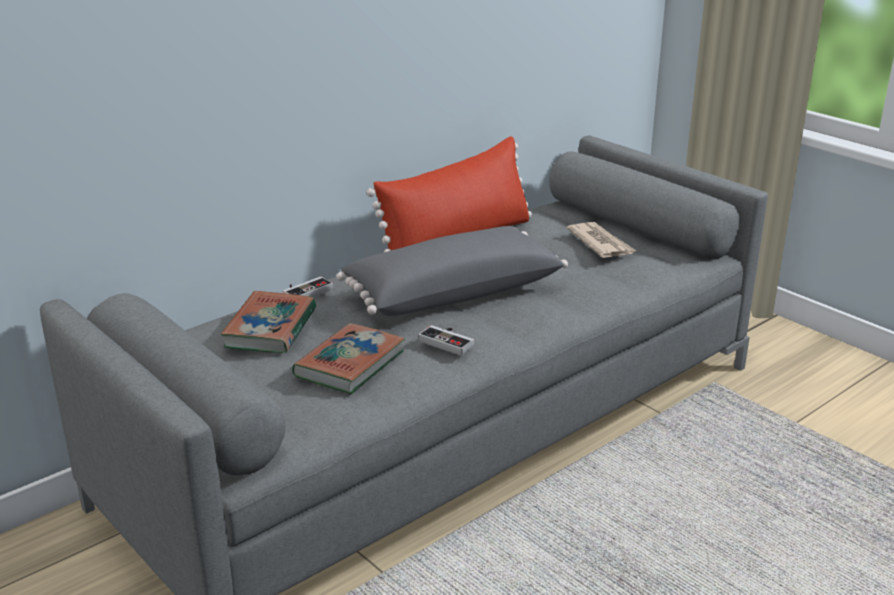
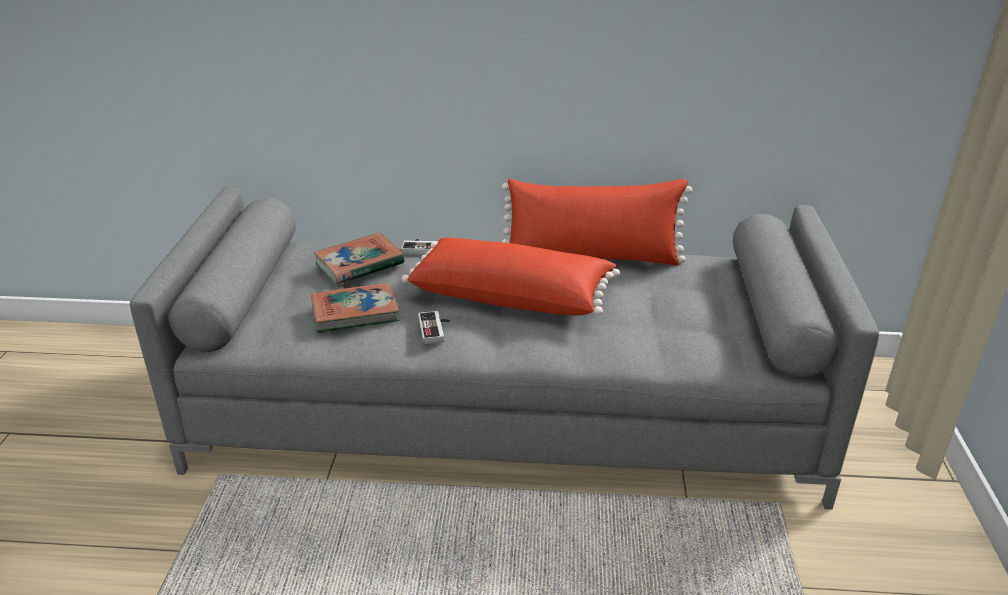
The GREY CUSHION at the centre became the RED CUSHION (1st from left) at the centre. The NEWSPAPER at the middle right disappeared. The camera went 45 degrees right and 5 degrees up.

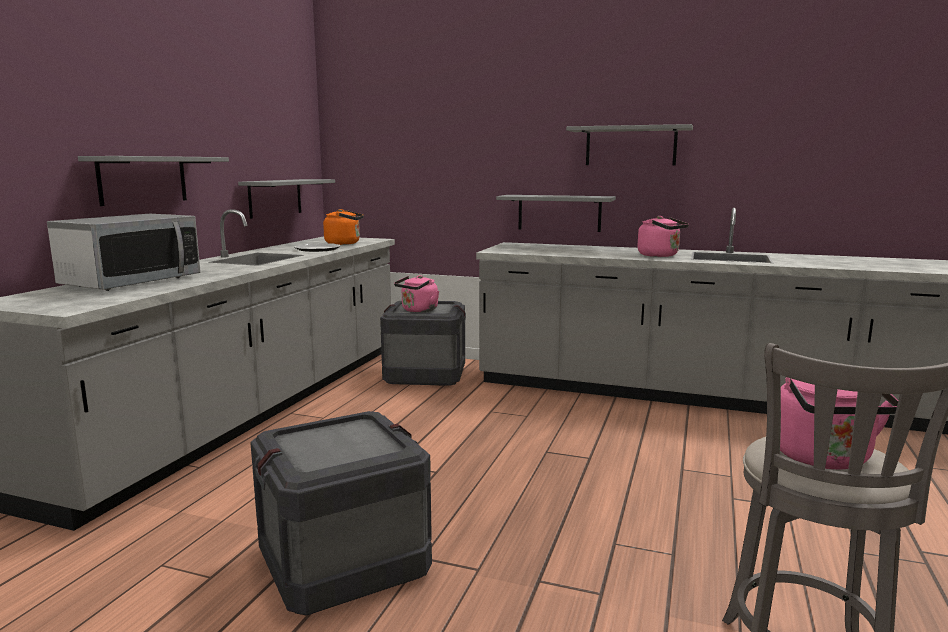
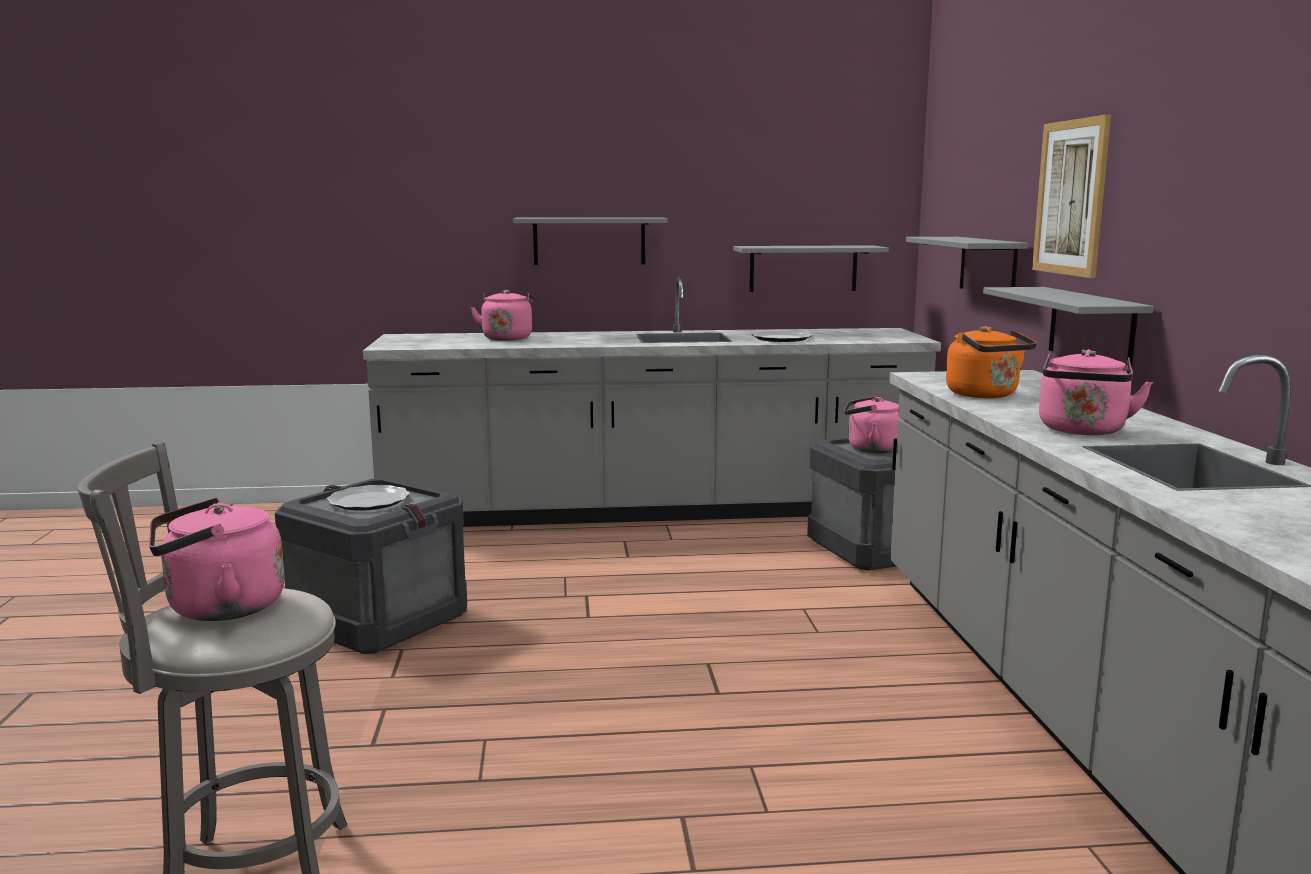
The PLATE (1st from left) at the middle left appeared. The KITCHEN MICROWAVE at the middle left was replaced by the PINKISH WATER KETTLE (2nd from left) at the centre. The GREY SHELF (4th from left in the first image) moved from the top centre to the top right. The ORANGEY WATER KETTLE moved from the centre to the middle right. The WALL ART at the top right appeared. The camera went 65 degrees right and 0 degrees up.

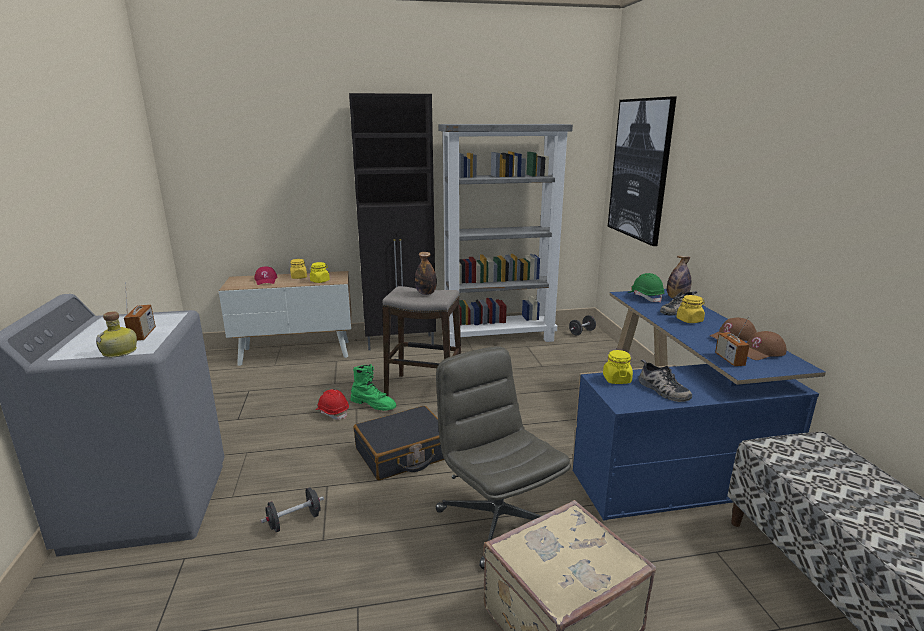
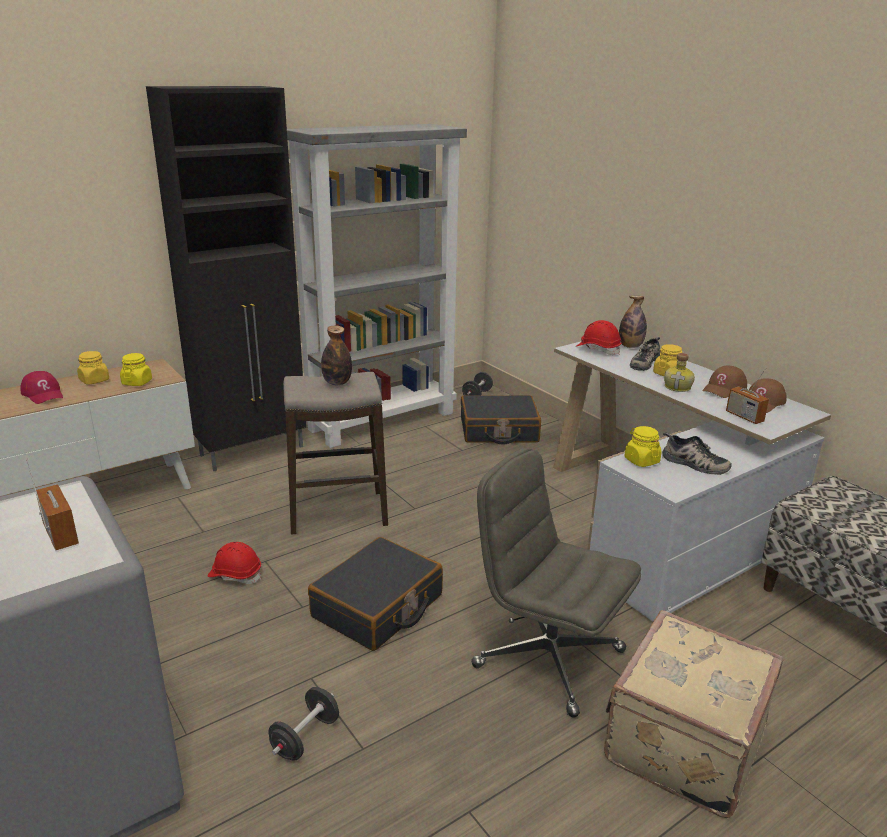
The BLACK-COLOURED TRAVEL CASE (2nd from left) at the centre appeared. The BLUE DESK TABLE at the middle right became the WHITE DESK TABLE at the middle right. The GREENISH HARD HAT at the middle right became the RED HARD HAT (2nd from left) at the middle right. The BOTTLE (1st from left in the first image) moved from the middle left to the middle right. The GREENISH BOOT at the centre disappeared. The WALL ART at the top right disappeared. The camera went 25 degrees left and 5 degrees up.

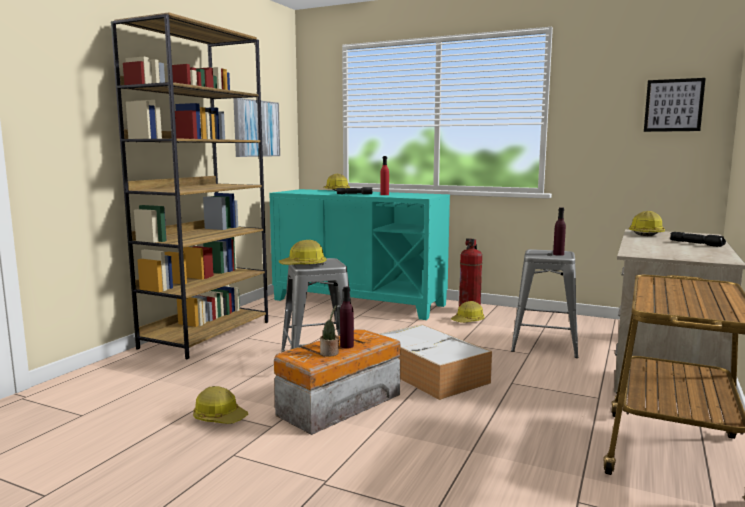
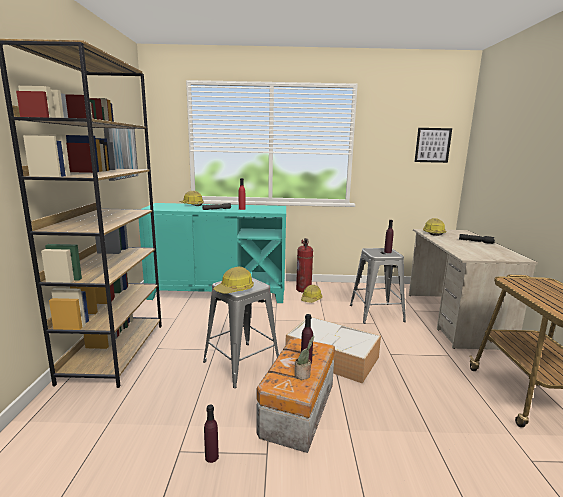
The HARD HAT (1st from left) at the bottom left was replaced by the PURPLE BOTTLE (1st from left) at the bottom centre. The camera went 25 degrees left and 5 degrees up.

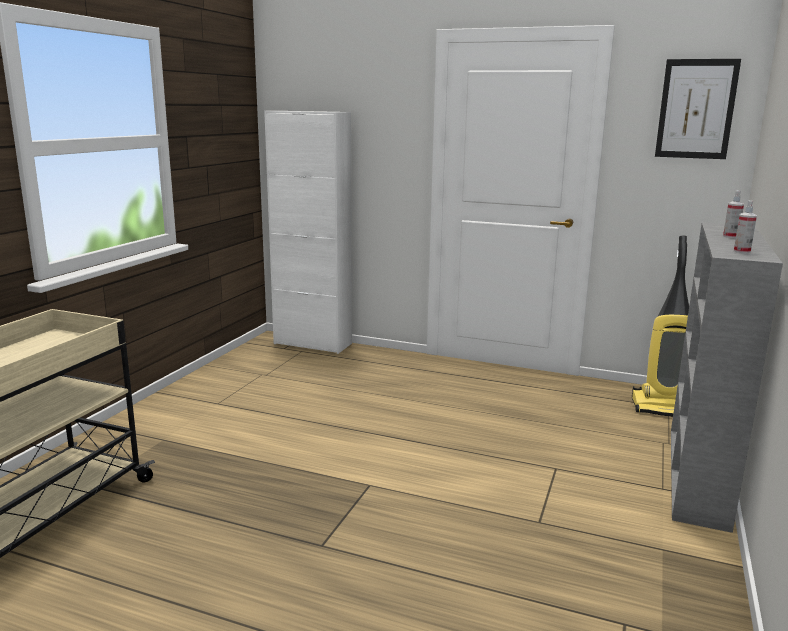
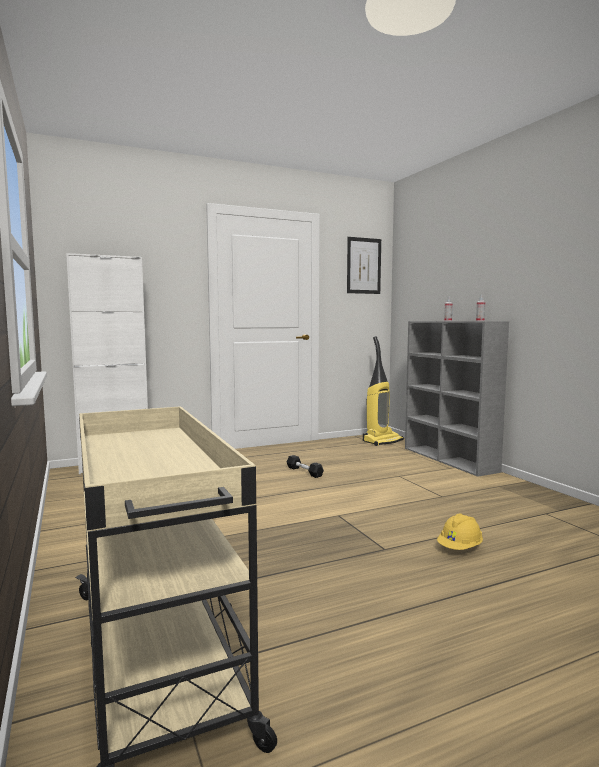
The BLACK-COLOURED DUMBBELL at the centre appeared. The YELLOW-COLOURED HARD HAT at the bottom right appeared. The camera went 45 degrees left and 10 degrees down.

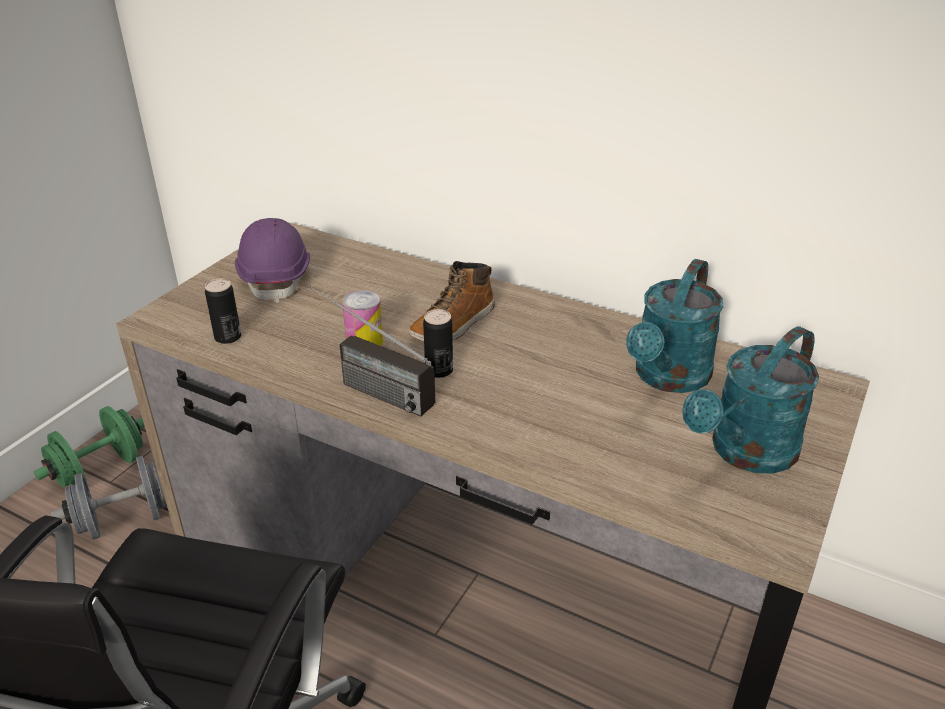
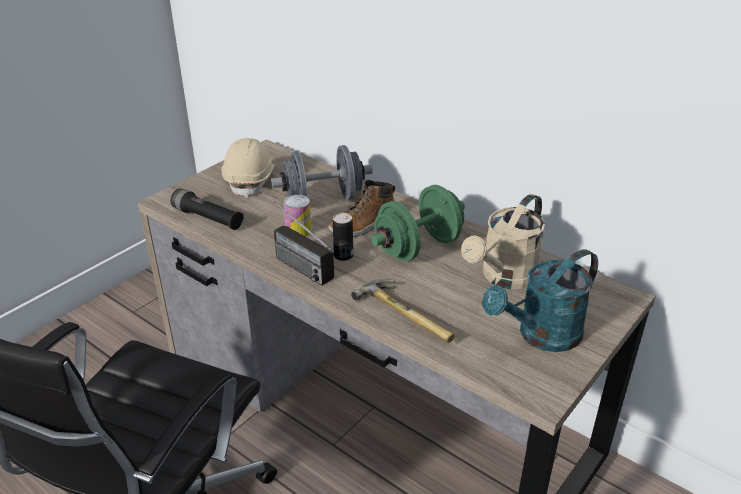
The SEALED CAN (1st from left) at the middle left was replaced by the BLACK-COLOURED HAND TORCH at the middle left. The PURPLE HARD HAT at the middle left became the SAND-COLOURED HARD HAT at the centre. The GREY DUMBBELL moved from the bottom left to the centre. The TOOL HAMMER at the centre appeared. The GREENISH DUMBBELL moved from the middle left to the centre. The TURQUOISE WATERING POT (1st from left) at the middle right became the SAND-COLOURED WATERING POT at the middle right. The camera went 10 degrees right and 0 degrees up.

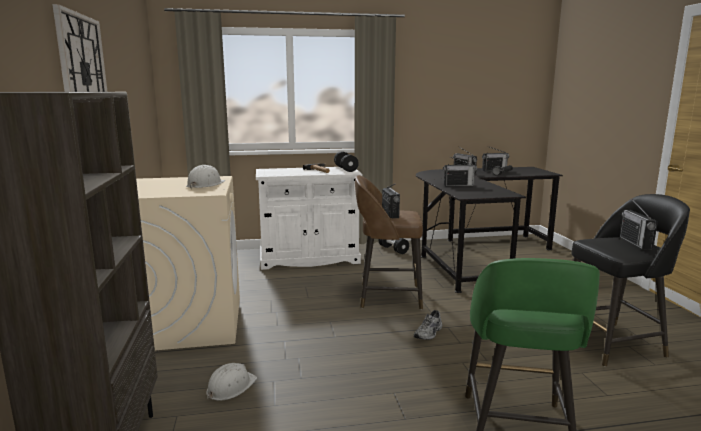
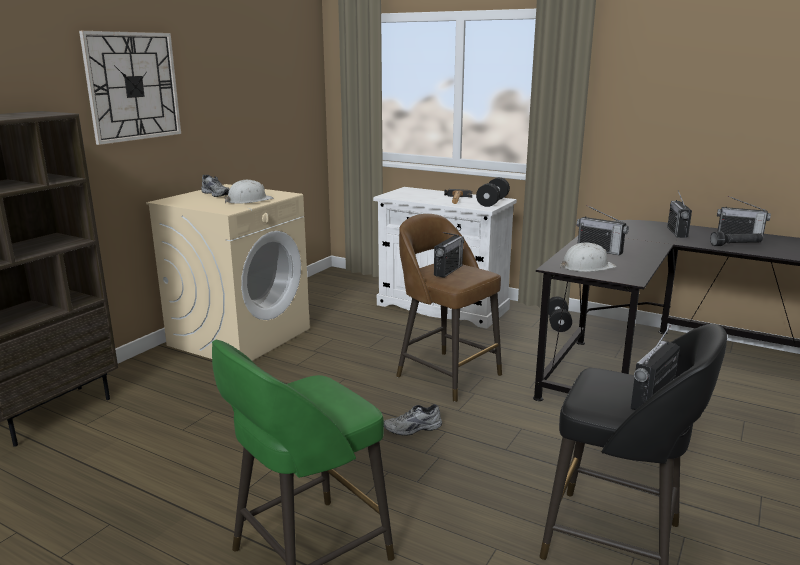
The GREY ITEM OF FOOTWEAR (1st from left) at the top left appeared. The WHITE HARD HAT (2nd from left) moved from the bottom left to the middle right. The camera went 40 degrees right and 5 degrees up.

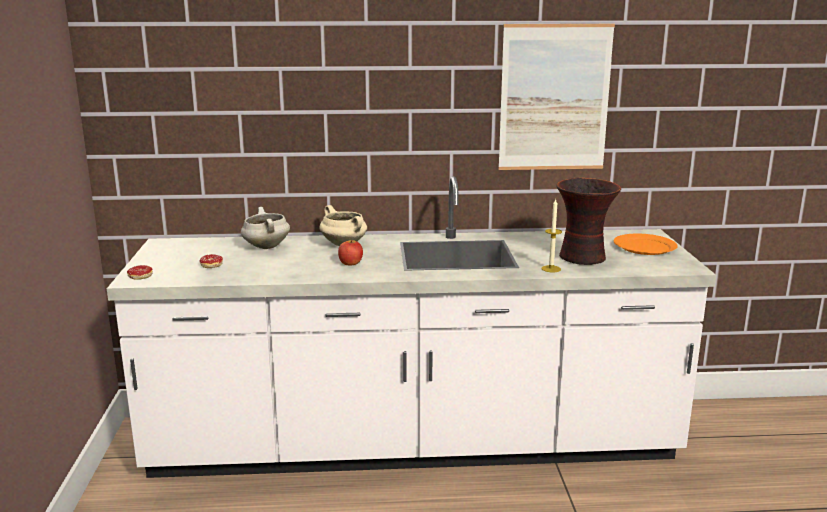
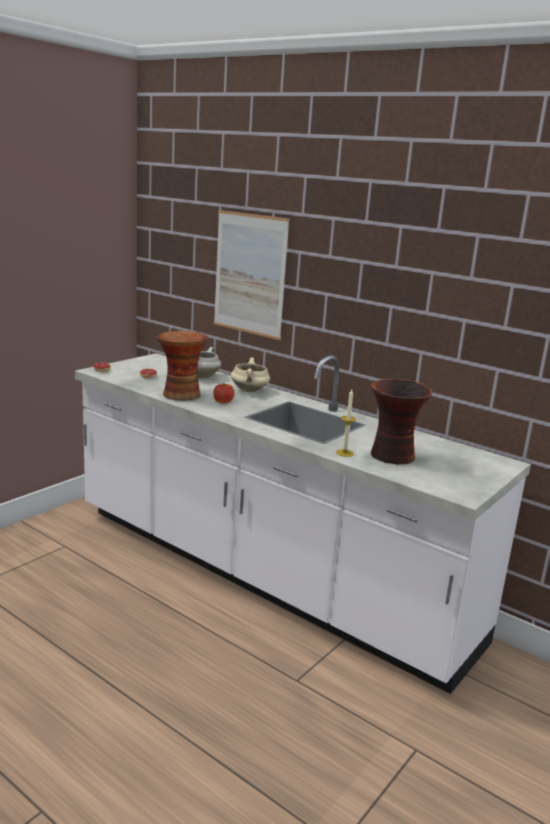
The VASE (1st from left) at the middle left appeared. The WALL ART moved from the top right to the centre. The ORANGEY PLATE at the middle right disappeared. The camera went 40 degrees right and 0 degrees up.

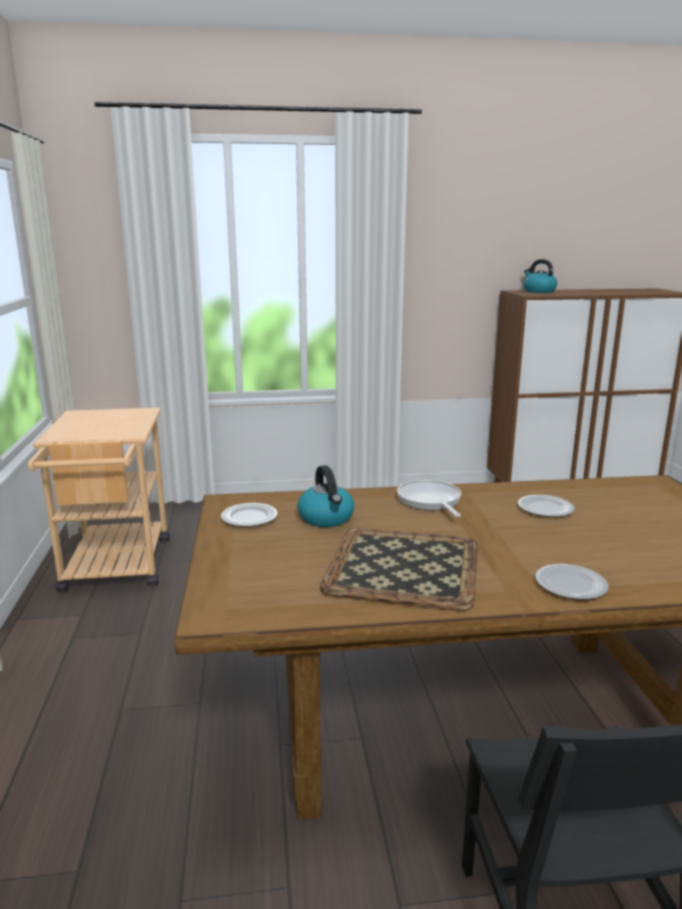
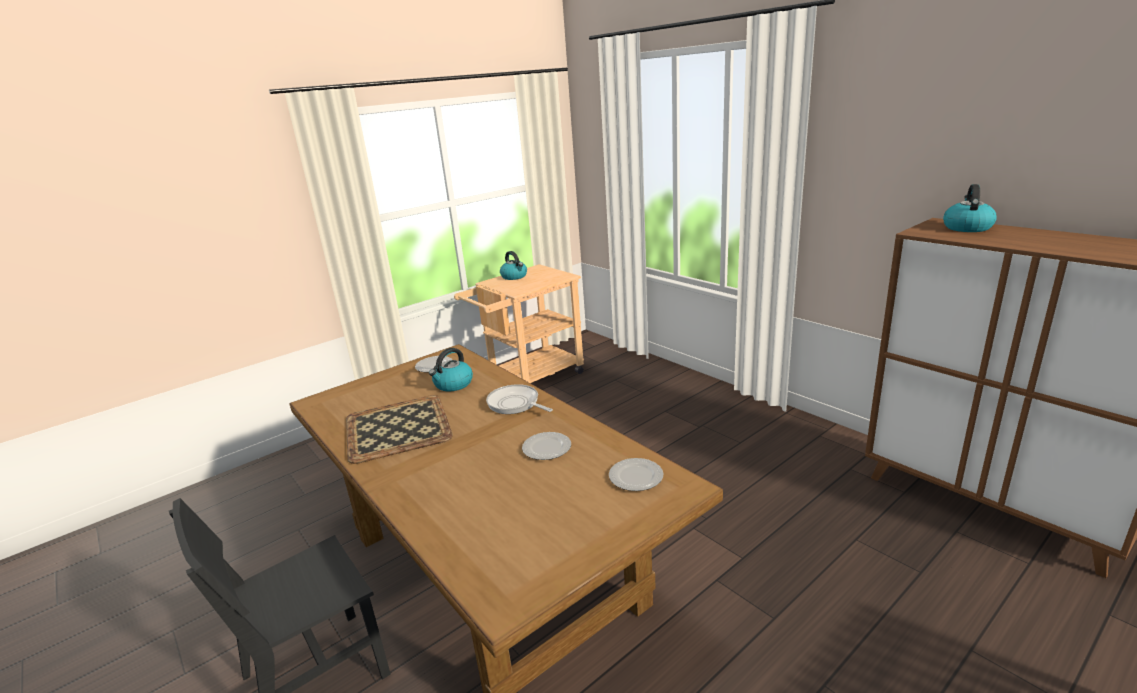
The FRYING PAN at the centre turned 90 degrees counterclockwise. The WATER KETTLE (2nd from left) at the centre appeared. The PLATE (3rd from left) moved from the middle right to the bottom centre. The camera went 60 degrees right and 5 degrees up.

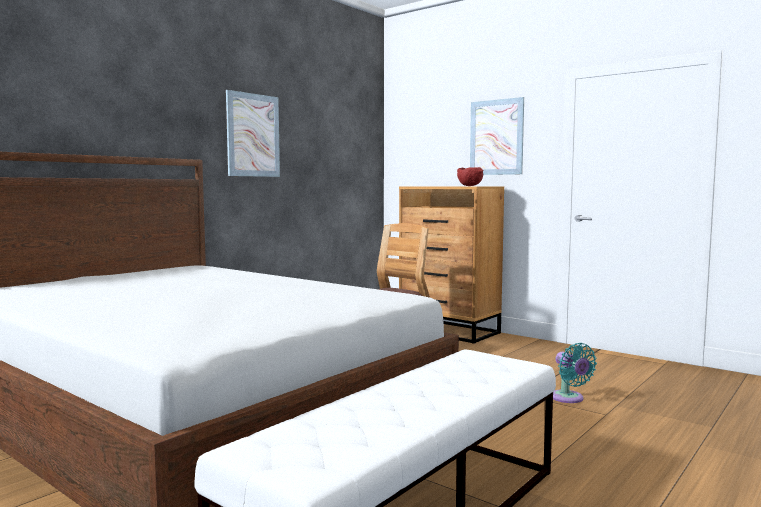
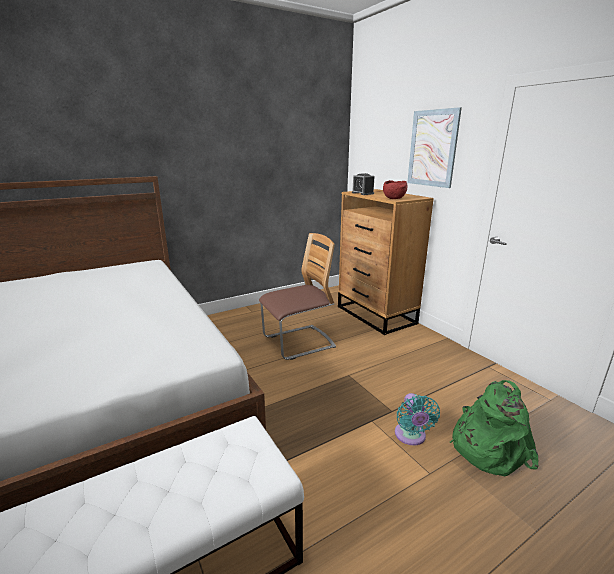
The TABLE CLOCK at the top centre appeared. The GREENISH BACKPACK at the bottom right appeared. The WALL ART (1st from left) at the top left disappeared. The camera went 20 degrees right and 15 degrees up.

